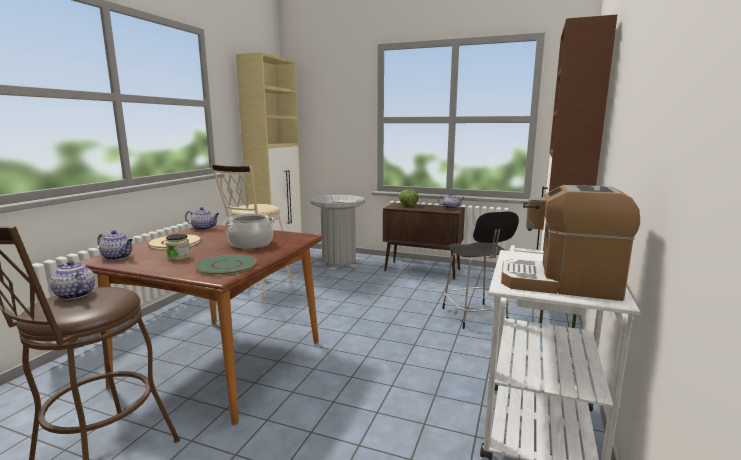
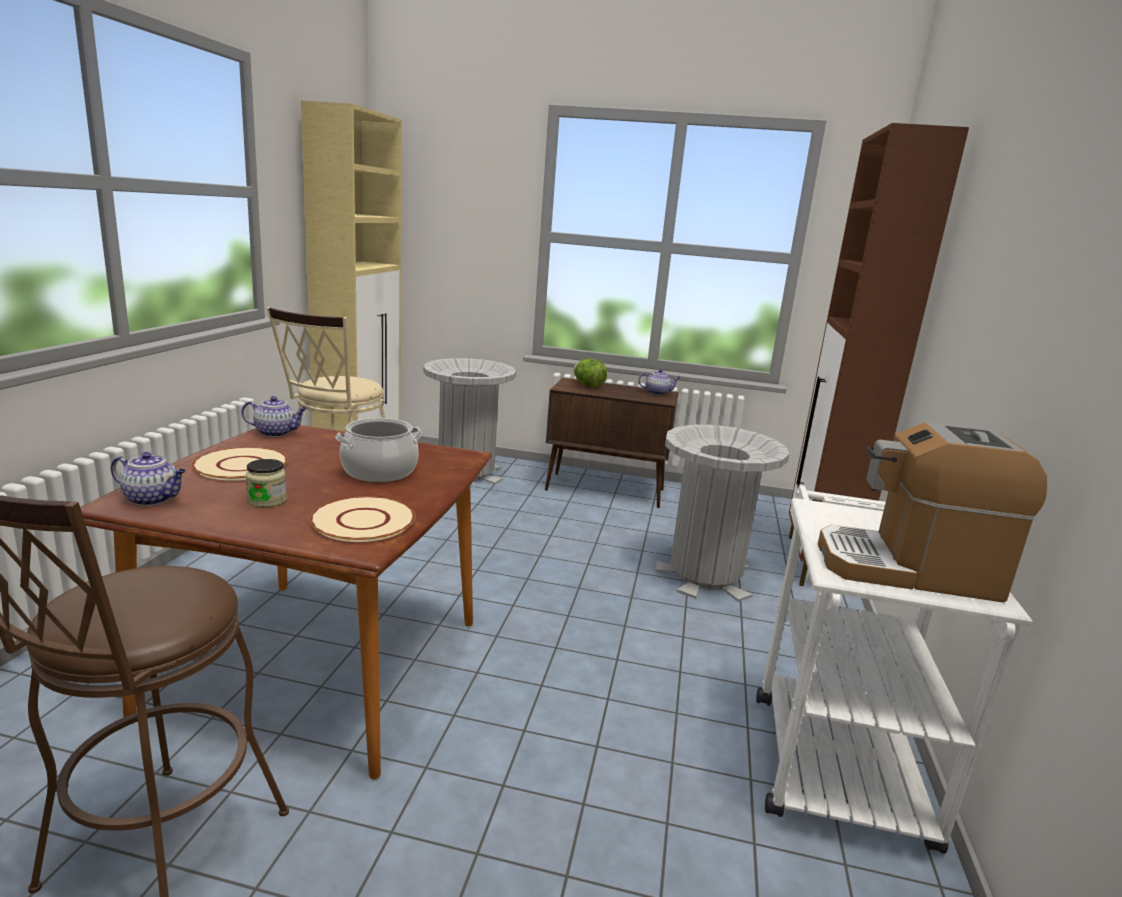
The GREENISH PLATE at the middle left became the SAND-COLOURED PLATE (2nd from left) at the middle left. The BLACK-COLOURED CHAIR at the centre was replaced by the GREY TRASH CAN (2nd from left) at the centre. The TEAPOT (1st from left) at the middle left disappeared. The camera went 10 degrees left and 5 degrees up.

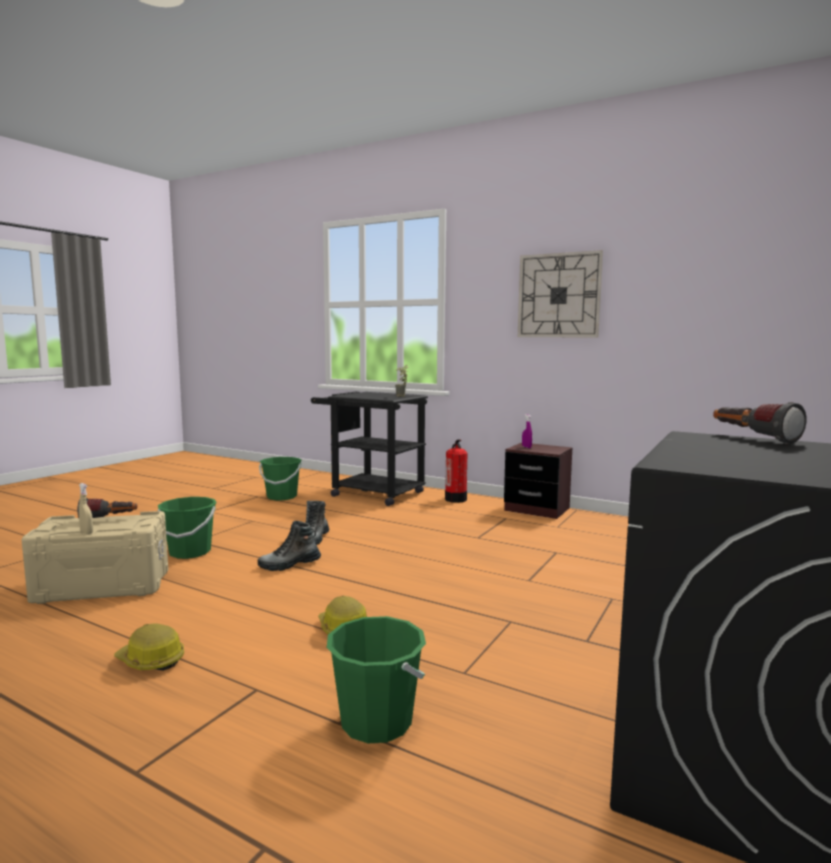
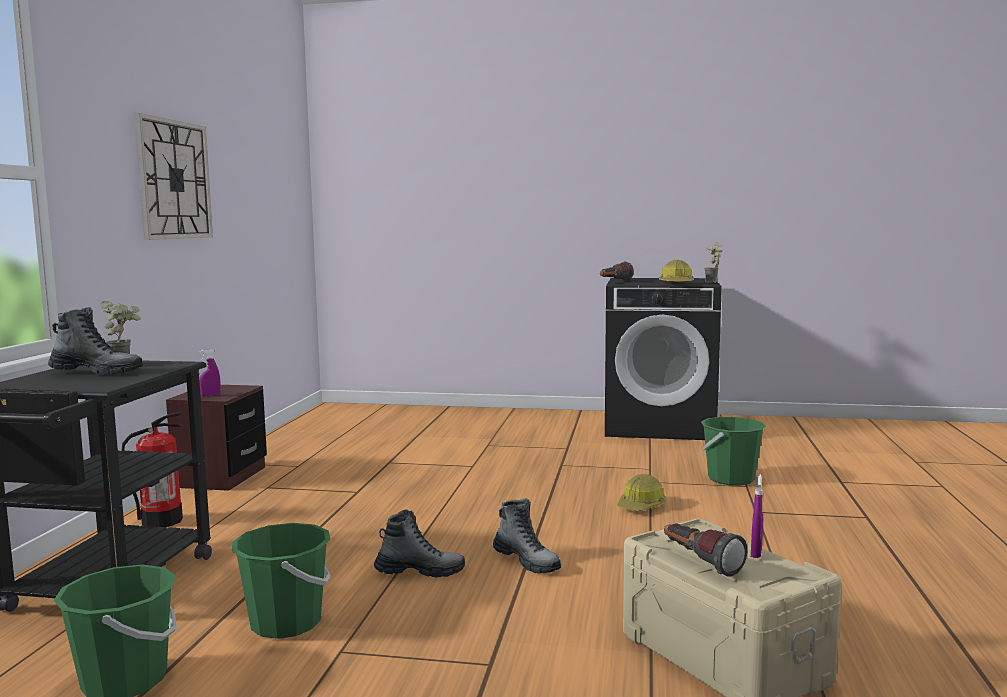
The BOOT (1st from left) at the middle left appeared. The GREENISH PAIL (1st from left in the first image) moved from the middle left to the bottom left. The HARD HAT (1st from left in the first image) moved from the bottom left to the middle right. The HOUSEPLANT (2nd from left) at the middle right appeared. The SAND-COLOURED SPRAY BOTTLE at the middle left became the PURPLE SPRAY BOTTLE (2nd from left) at the bottom right. The camera went 110 degrees left and 0 degrees up.

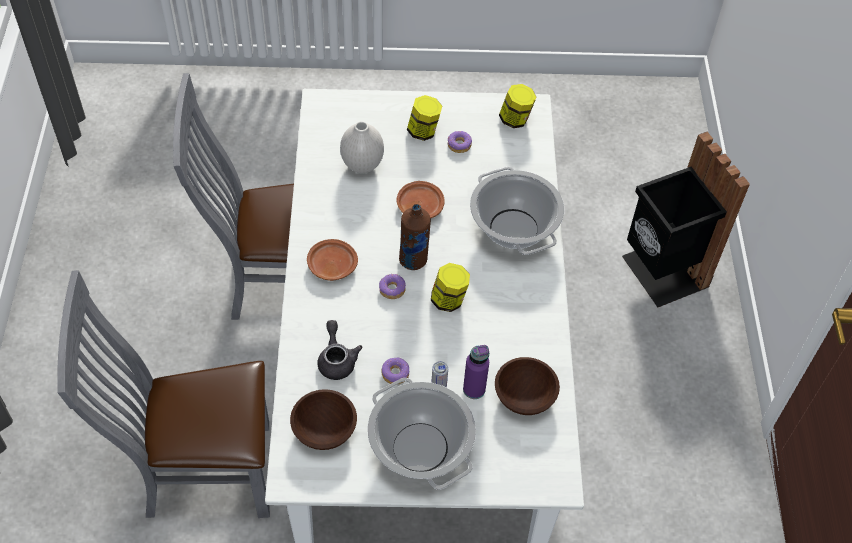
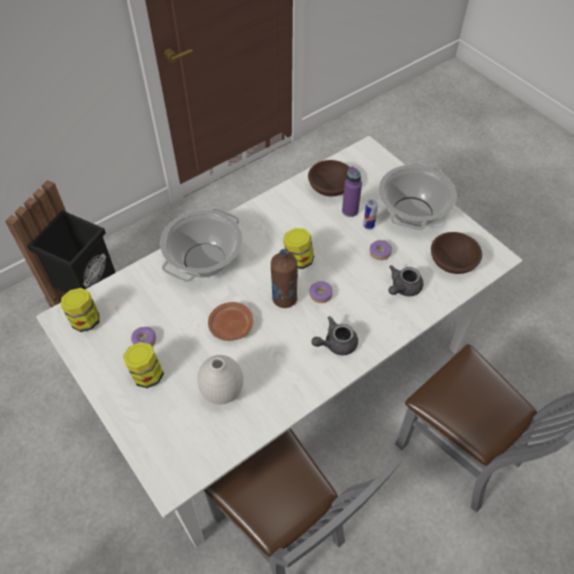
The BROWN PLATE (1st from left) at the centre was replaced by the GREY TEAPOT (1st from left) at the centre. The camera went 125 degrees left and 0 degrees up.

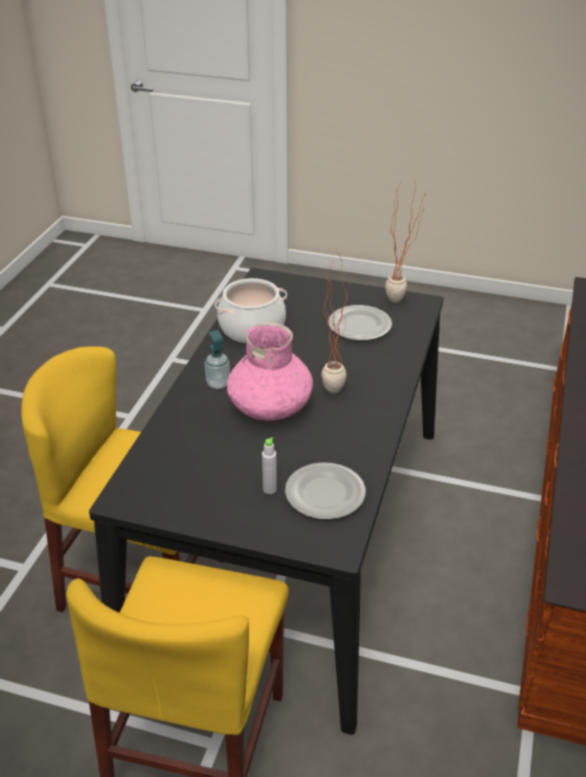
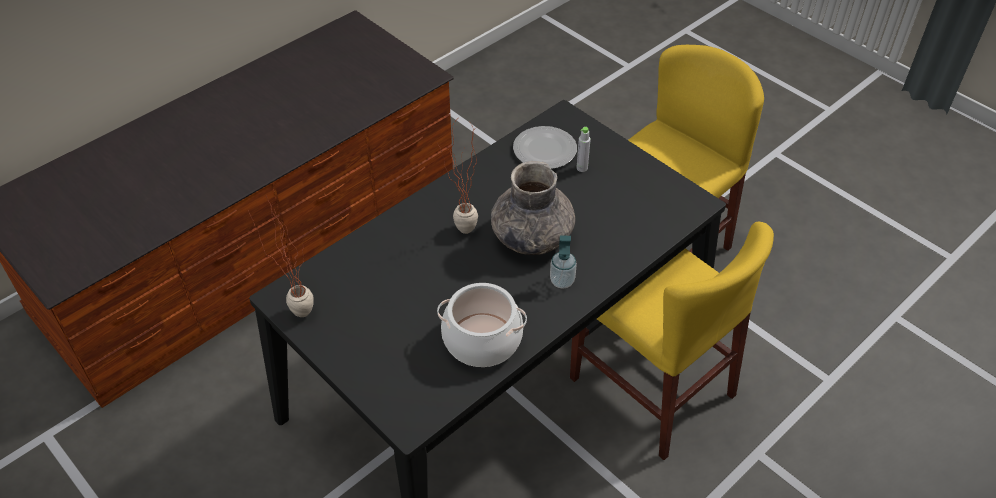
The PINKISH VASE at the centre became the GREY VASE at the centre. The PLATE (2nd from left) at the centre disappeared. The camera went 150 degrees left and 10 degrees up.

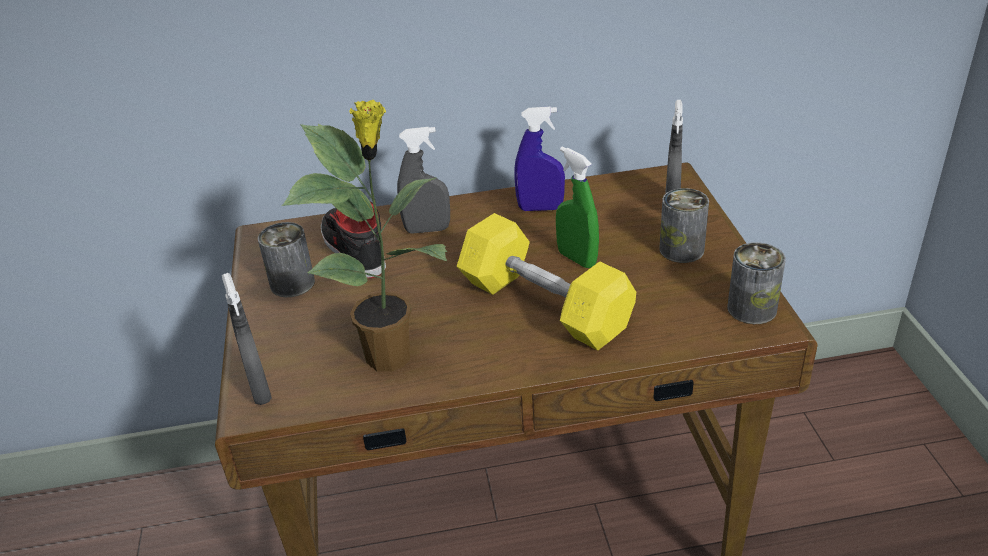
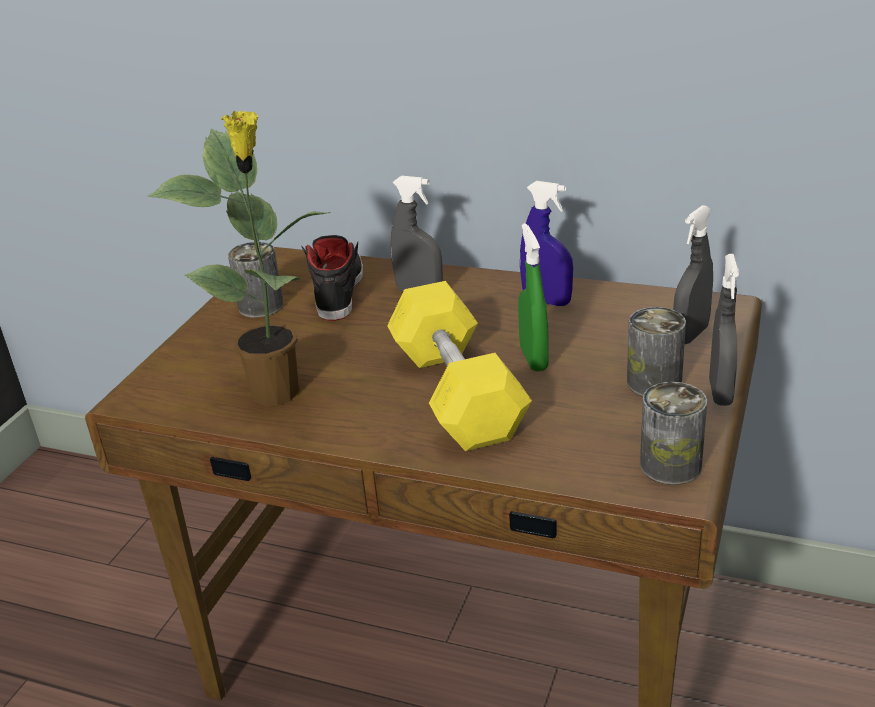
The GREY SPRAY BOTTLE (1st from left in the first image) moved from the middle left to the middle right. The camera went 30 degrees right and 5 degrees down.

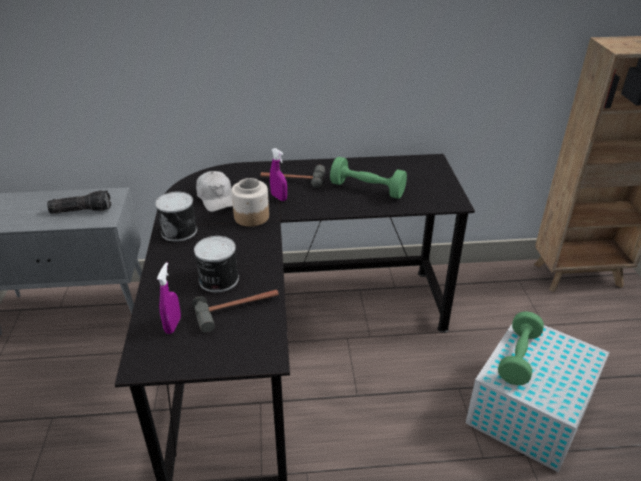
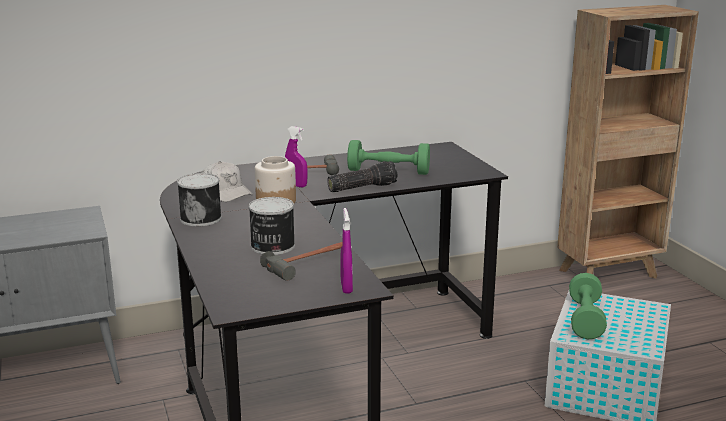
The HAND TORCH moved from the middle left to the centre. The PURPLE SPRAY BOTTLE (1st from left in the first image) moved from the middle left to the centre. The camera went 15 degrees left and 15 degrees down.

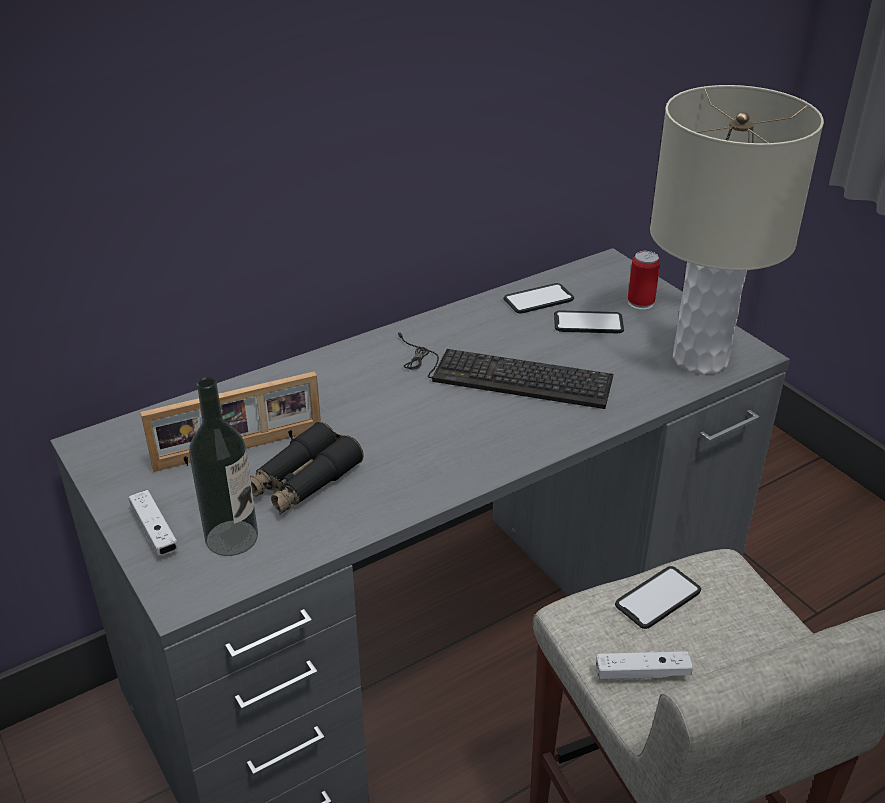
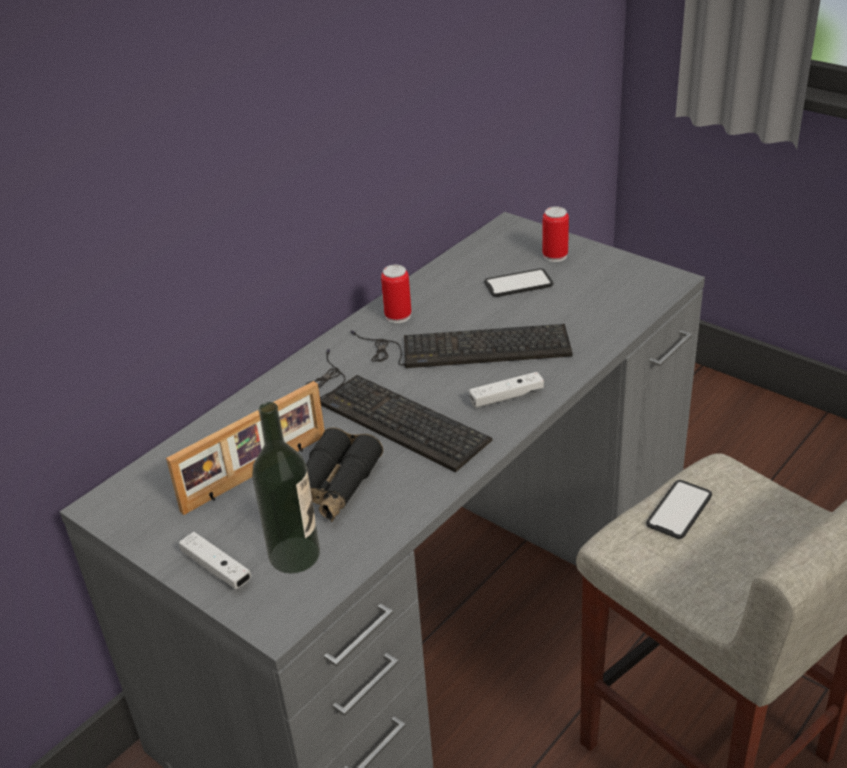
The PC KEYBOARD (1st from left) at the centre appeared. The SEALED CAN (1st from left) at the centre appeared. The WHITE GAME CONTROLLER (2nd from left) moved from the bottom right to the centre. The PHONE (1st from left) at the centre disappeared. The SAND-COLOURED LAMP FOR A TABLE at the top right disappeared. The camera went 15 degrees left and 0 degrees up.

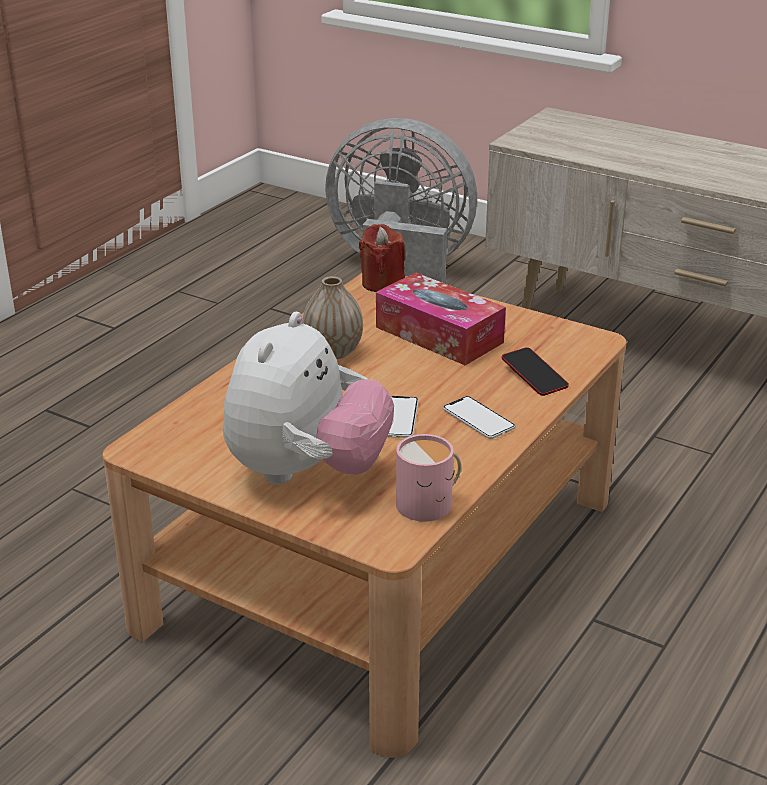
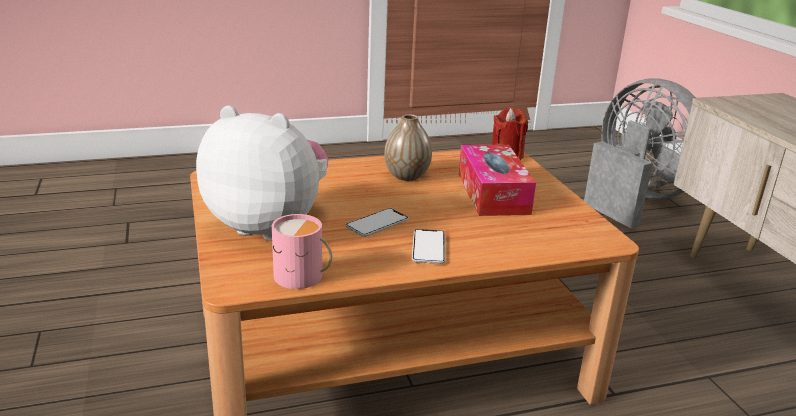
The CUDDLY TOY at the centre turned 135 degrees counterclockwise. The PHONE (3rd from left) at the middle right disappeared. The camera went 40 degrees right and 5 degrees down.

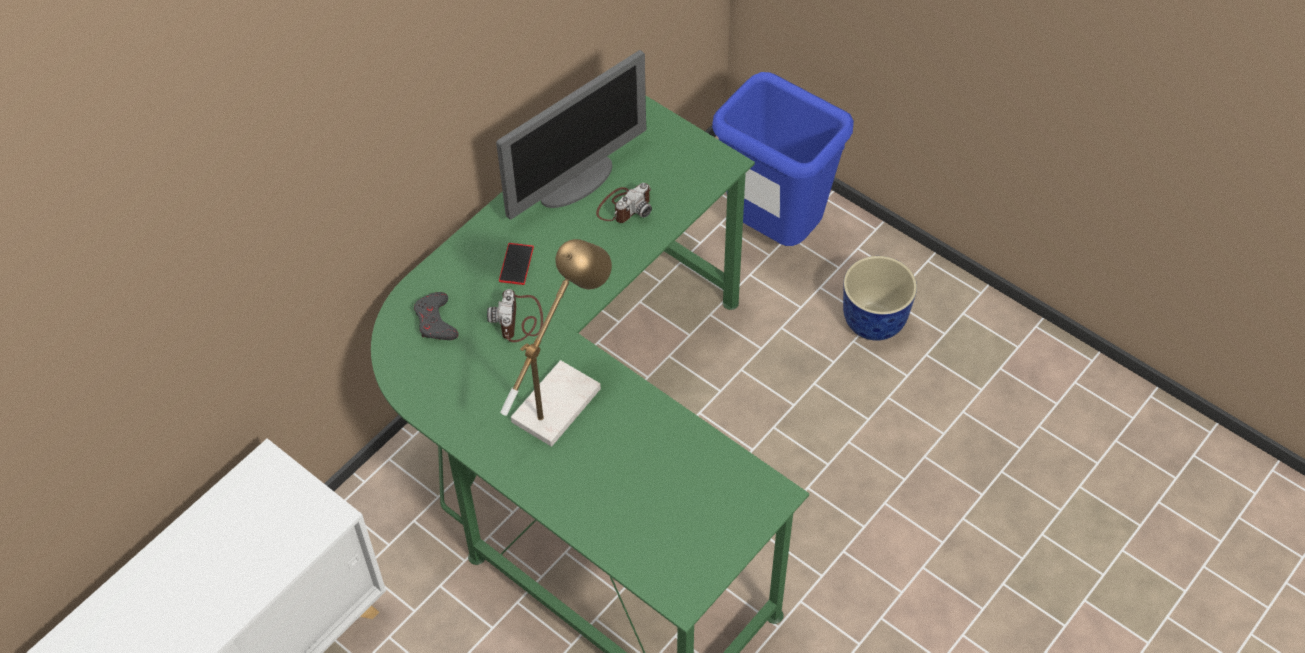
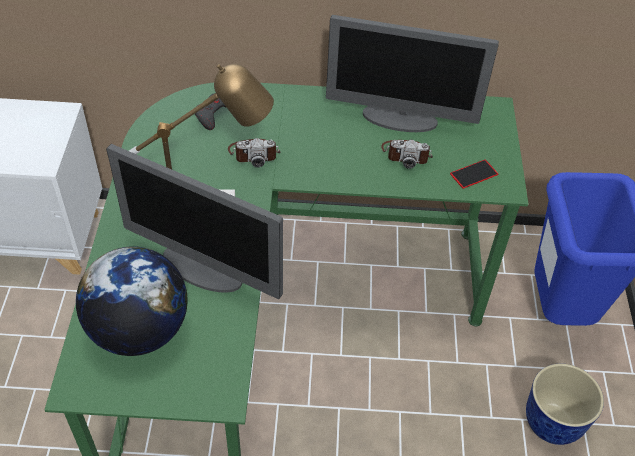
The WORLD GLOBE at the middle left appeared. The MONITOR (1st from left) at the middle left appeared. The STILL CAMERA (1st from left) at the centre turned 150 degrees counterclockwise. The PHONE moved from the centre to the middle right. The camera went 50 degrees right and 5 degrees down.

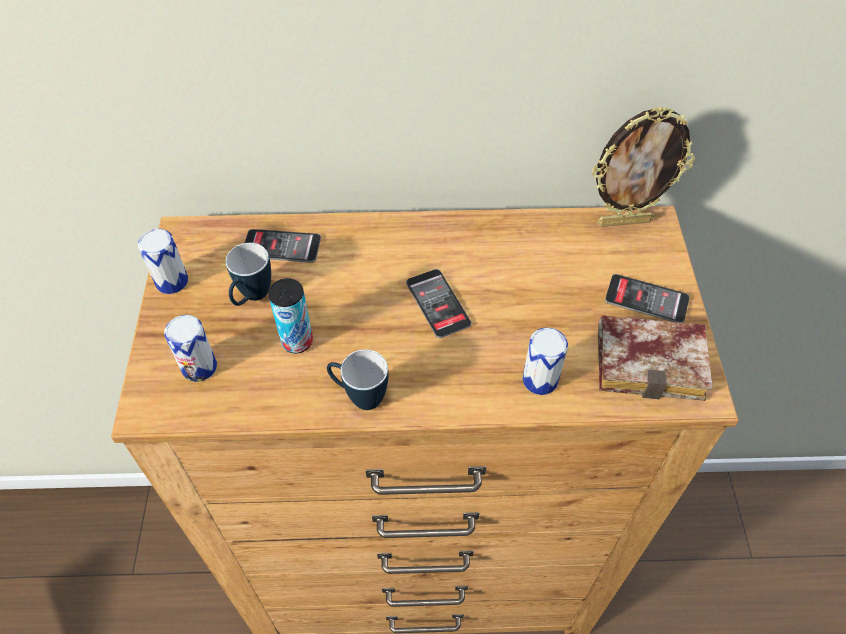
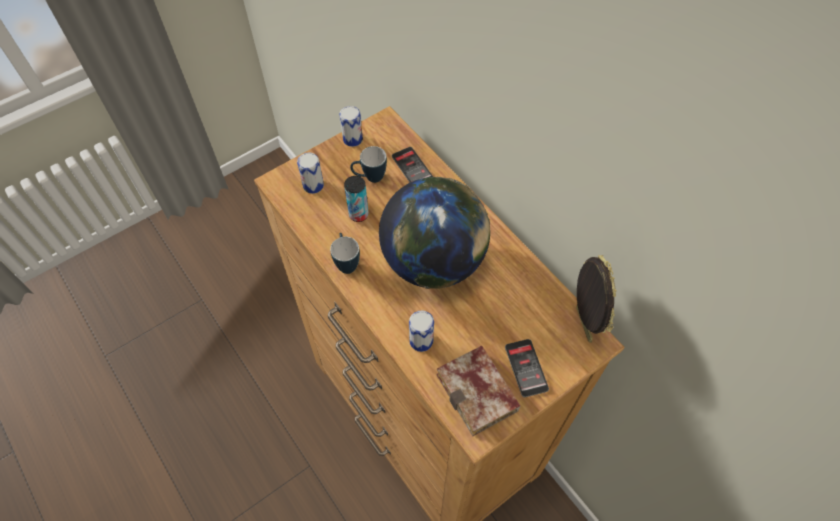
The PHONE (2nd from left) at the centre was replaced by the WORLD GLOBE at the centre. The STANDING FRAME at the top right turned 150 degrees counterclockwise. The camera went 55 degrees right and 5 degrees up.

